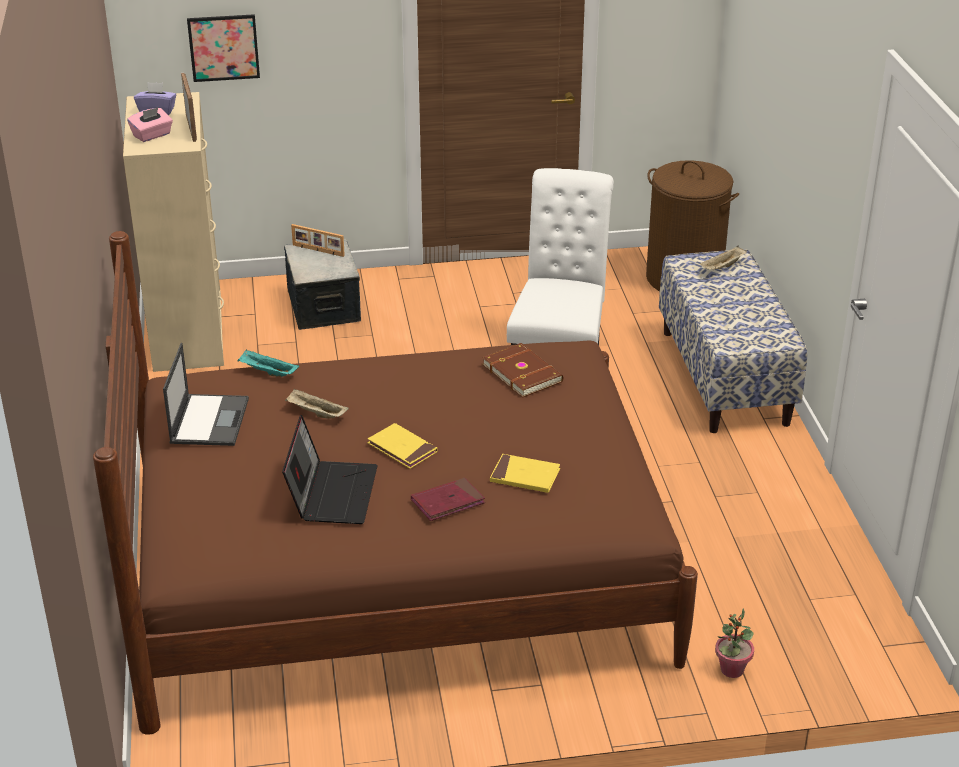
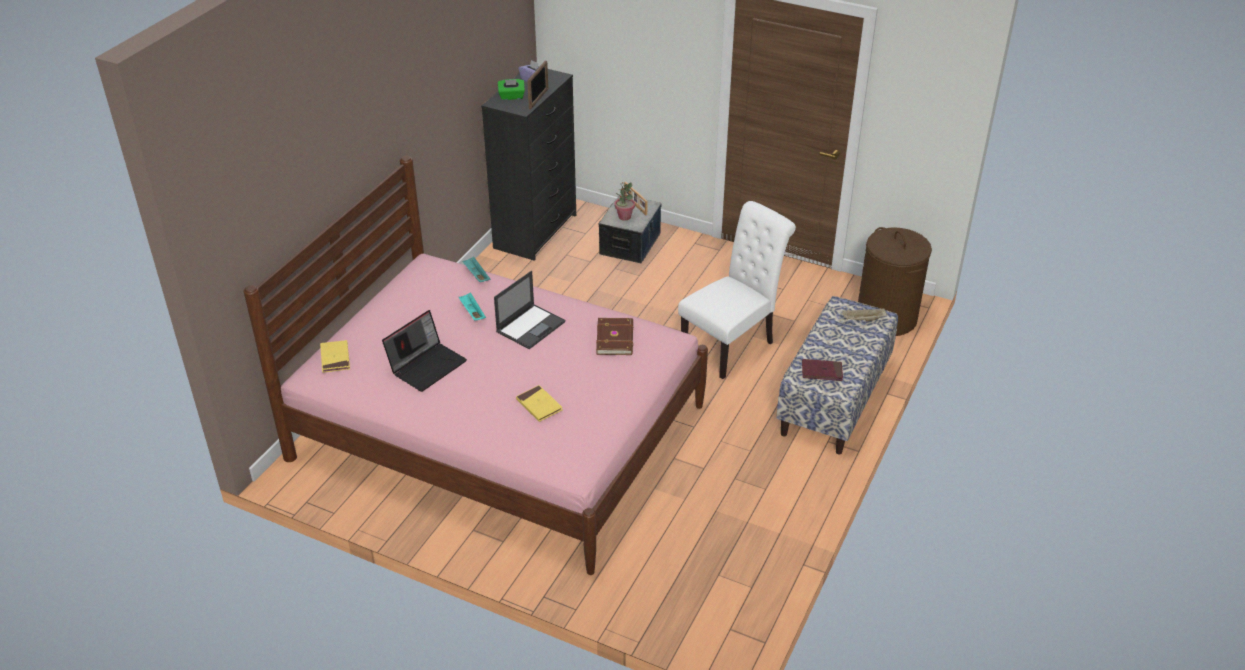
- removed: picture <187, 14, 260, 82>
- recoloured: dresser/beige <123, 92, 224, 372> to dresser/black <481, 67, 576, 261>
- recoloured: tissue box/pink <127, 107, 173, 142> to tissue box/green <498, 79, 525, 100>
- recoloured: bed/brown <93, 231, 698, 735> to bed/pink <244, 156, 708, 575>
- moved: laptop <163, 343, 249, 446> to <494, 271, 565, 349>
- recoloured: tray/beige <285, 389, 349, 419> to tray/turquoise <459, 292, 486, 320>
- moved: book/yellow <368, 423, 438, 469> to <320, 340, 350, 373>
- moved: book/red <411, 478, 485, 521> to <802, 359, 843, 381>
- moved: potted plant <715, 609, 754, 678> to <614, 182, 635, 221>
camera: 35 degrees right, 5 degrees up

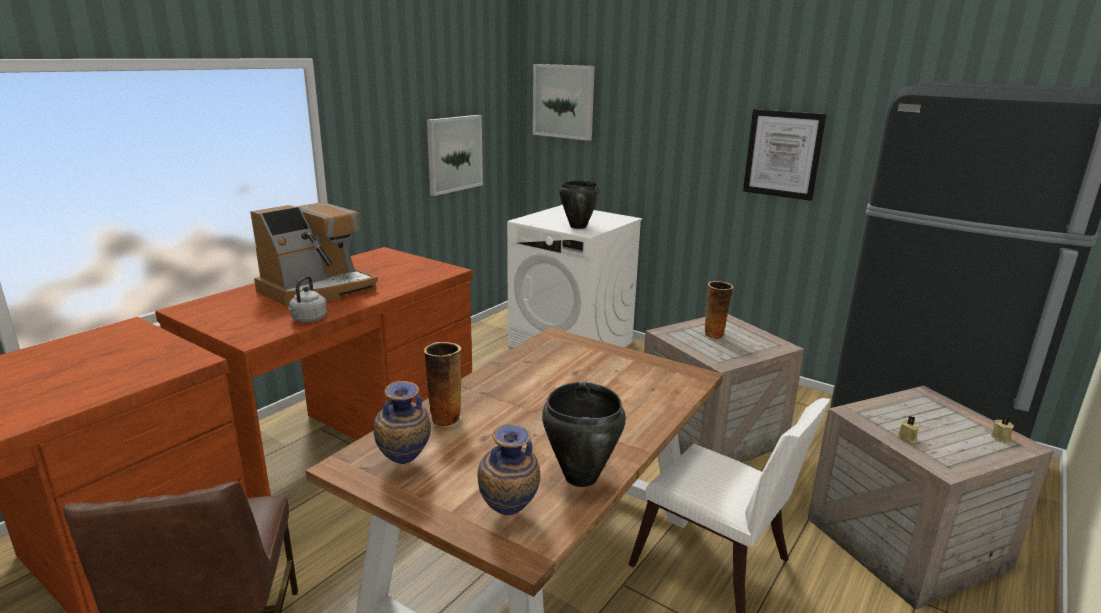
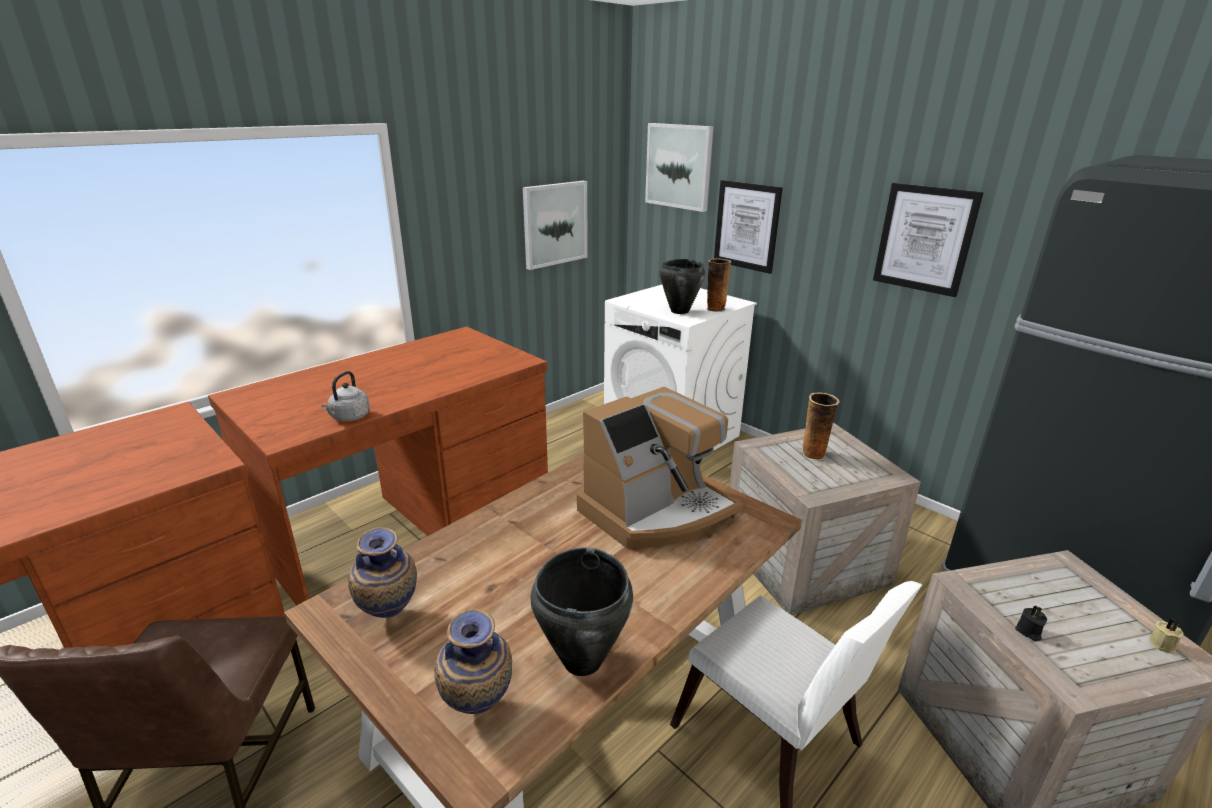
- moved: coffee machine <250, 202, 378, 306> to <577, 387, 743, 548>
- moved: vase <424, 342, 461, 427> to <707, 259, 731, 312>
- recoloured: candle/beige <897, 416, 920, 444> to candle/black <1015, 606, 1047, 641>
- added: picture <714, 180, 783, 274>
camera: 10 degrees right, 5 degrees up

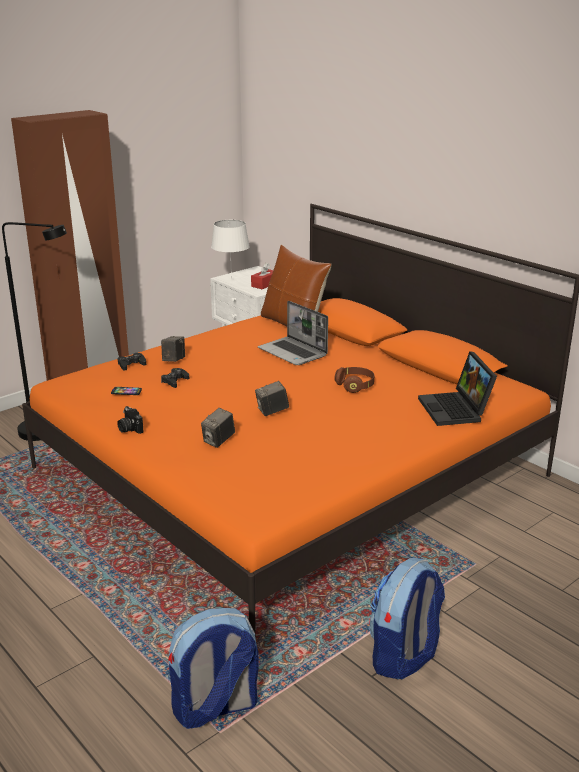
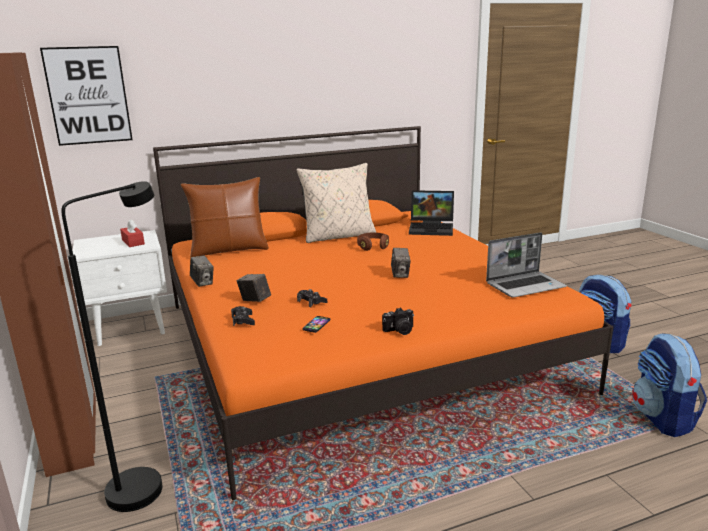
- removed: table lamp/white <211, 220, 250, 280>
- moved: laptop <258, 301, 328, 365> to <486, 232, 567, 297>
- moved: photo camera <201, 408, 235, 448> to <190, 255, 214, 287>
- added: picture <40, 46, 133, 146>
- added: pillow/beige <297, 163, 376, 243>
camera: 70 degrees left, 5 degrees down

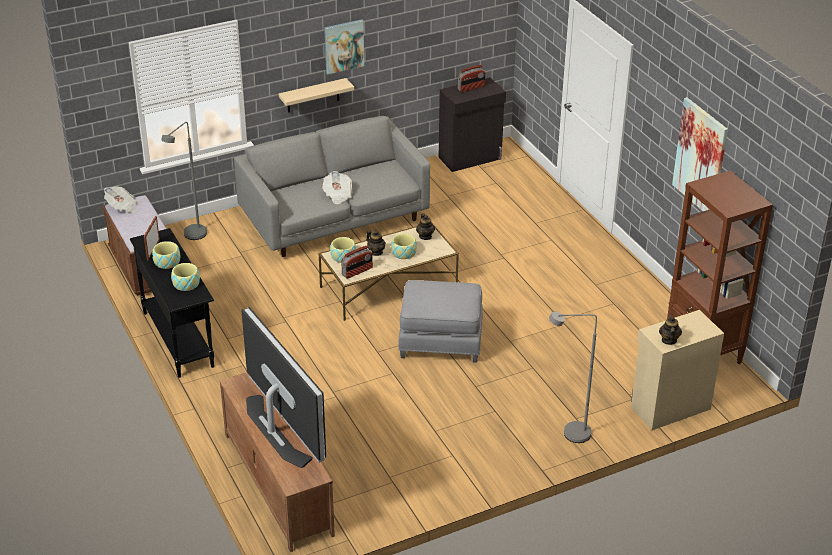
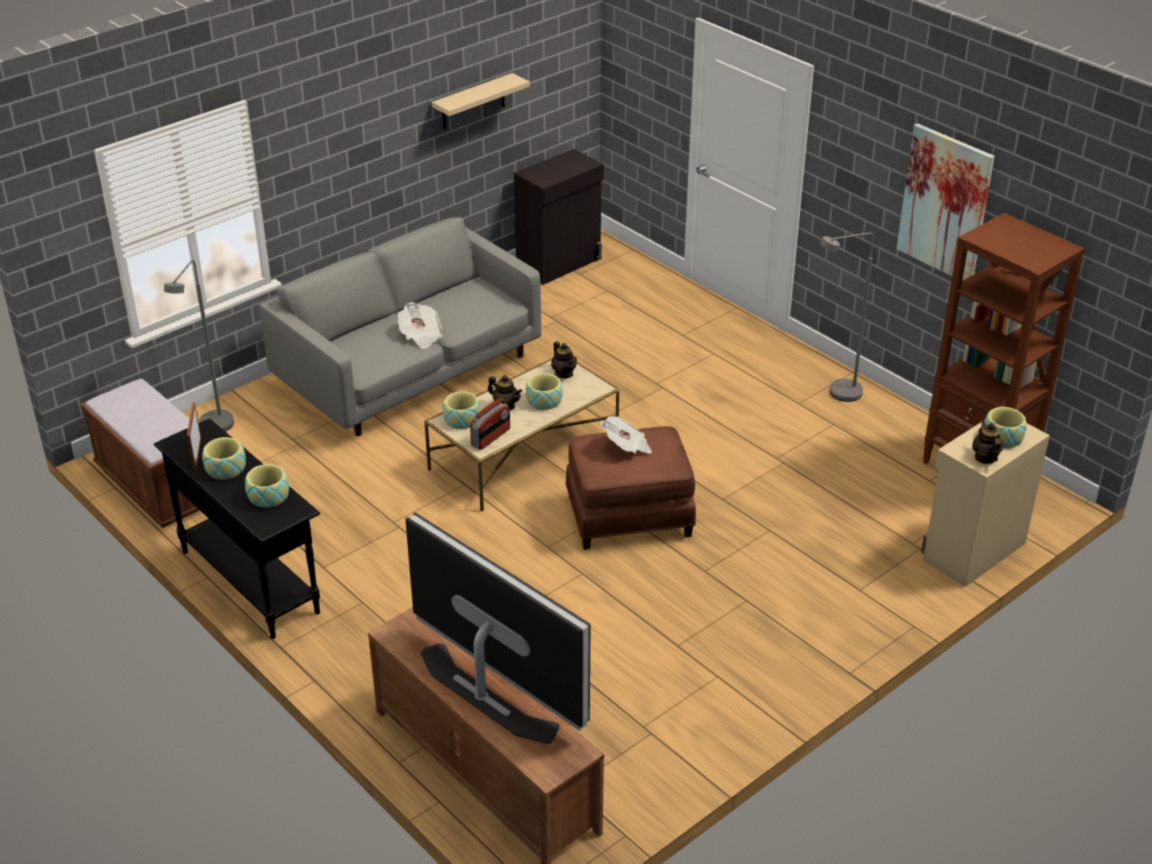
- removed: picture <324, 19, 364, 75>
- removed: radio <457, 65, 485, 93>
- moved: shelf/beige <279, 78, 354, 113> to <432, 73, 530, 129>
- moved: newspaper <104, 186, 137, 213> to <601, 416, 652, 454>
- recoloured: ottoman/grey <398, 280, 483, 363> to ottoman/brown <565, 426, 696, 550>
- moved: floor lamp/grey <549, 311, 597, 443> to <820, 233, 874, 402>
- added: bowl <985, 407, 1027, 448>
camera: 15 degrees left, 0 degrees up

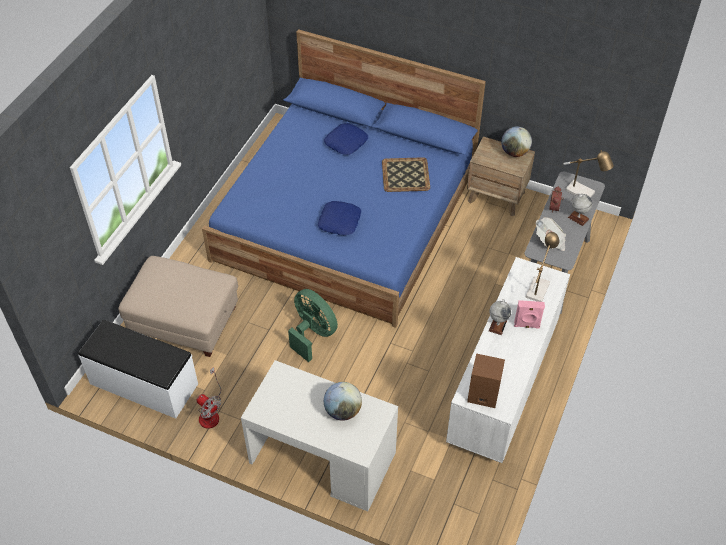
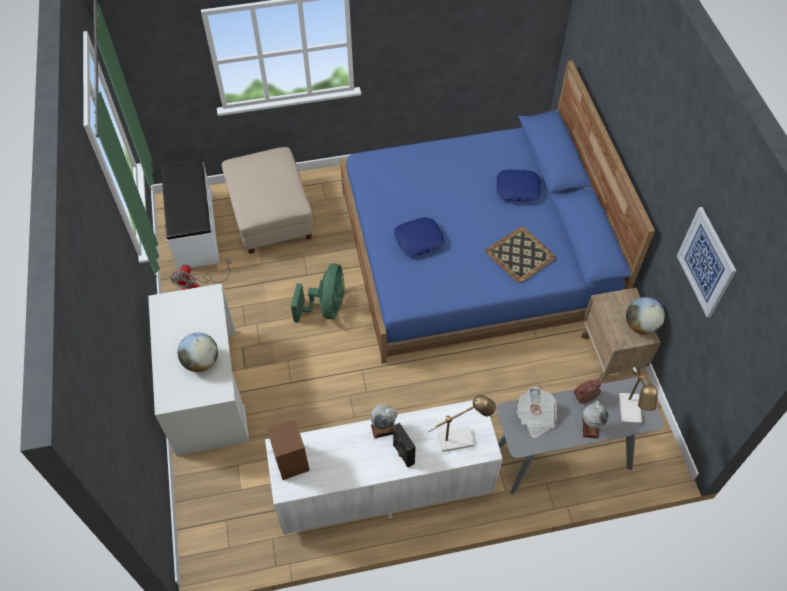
- recoloured: speaker/pink <514, 300, 545, 329> to speaker/black <393, 423, 416, 468>
- added: picture <677, 207, 736, 318>
camera: 55 degrees right, 5 degrees up

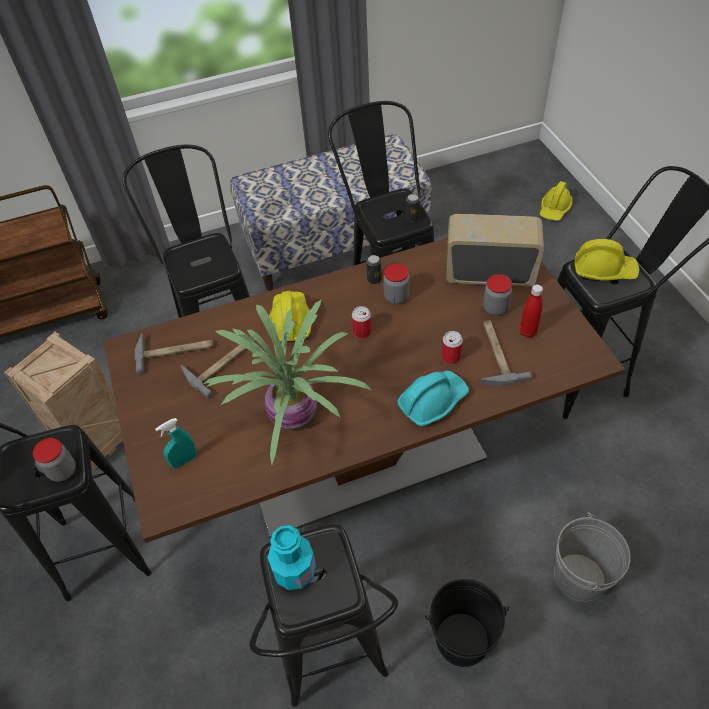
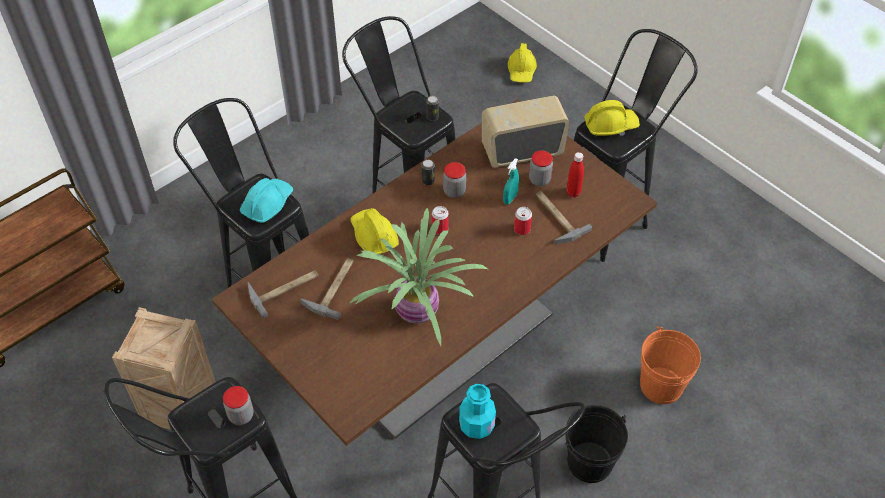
- removed: bench <230, 134, 432, 291>
- moved: hard hat/turquoise <397, 371, 469, 426> to <240, 178, 293, 223>
- moved: spray bottle/turquoise <155, 418, 197, 469> to <503, 158, 519, 205>
- recoloured: bucket/grey <554, 512, 630, 603> to bucket/orange <640, 327, 701, 404>
camera: 25 degrees left, 0 degrees up

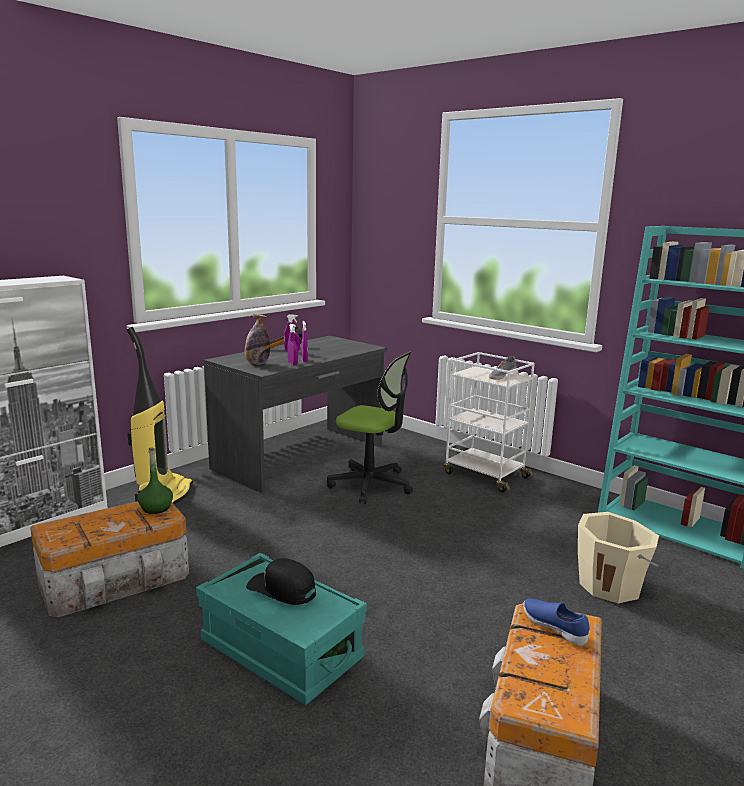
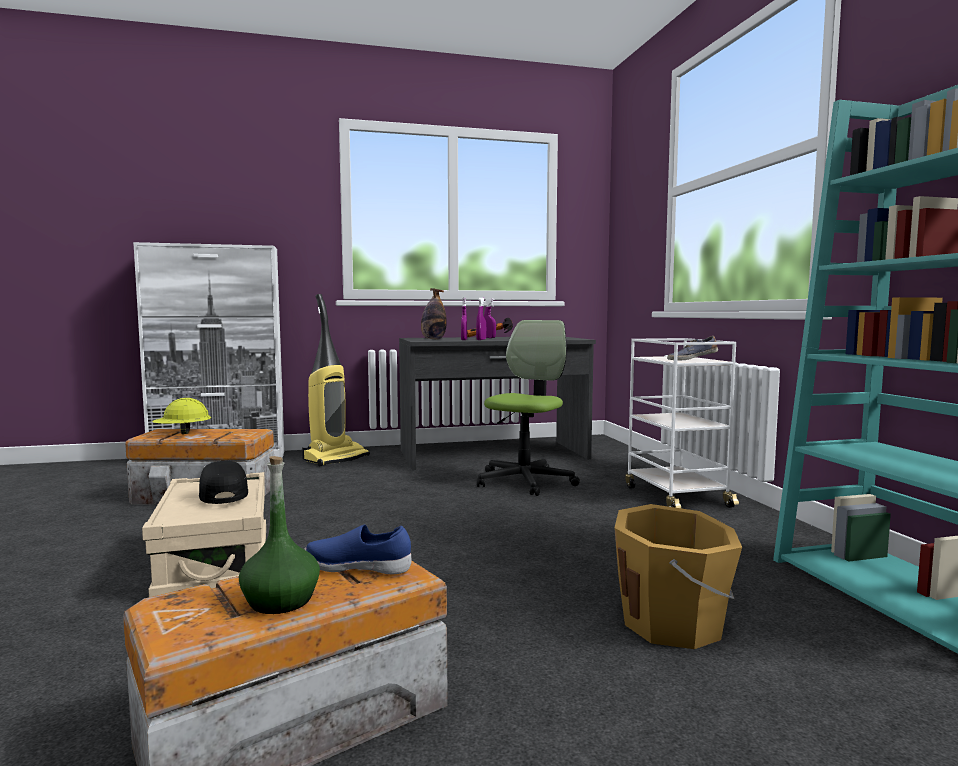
- turned: office chair <327, 352, 413, 504> = <477, 320, 580, 496> 120 degrees counterclockwise
- moved: bottle/green <137, 447, 173, 514> to <239, 456, 320, 614>
- recoloured: bucket/beige <578, 512, 659, 603> to bucket/orange <614, 504, 742, 649>
- recoloured: storage box/turquoise <196, 553, 367, 705> to storage box/beige <142, 472, 266, 597>
- turned: shoe/blue <523, 598, 589, 646> = <305, 525, 411, 574> 75 degrees counterclockwise
- added: hard hat/yellow <152, 398, 211, 434>
camera: 35 degrees right, 10 degrees down

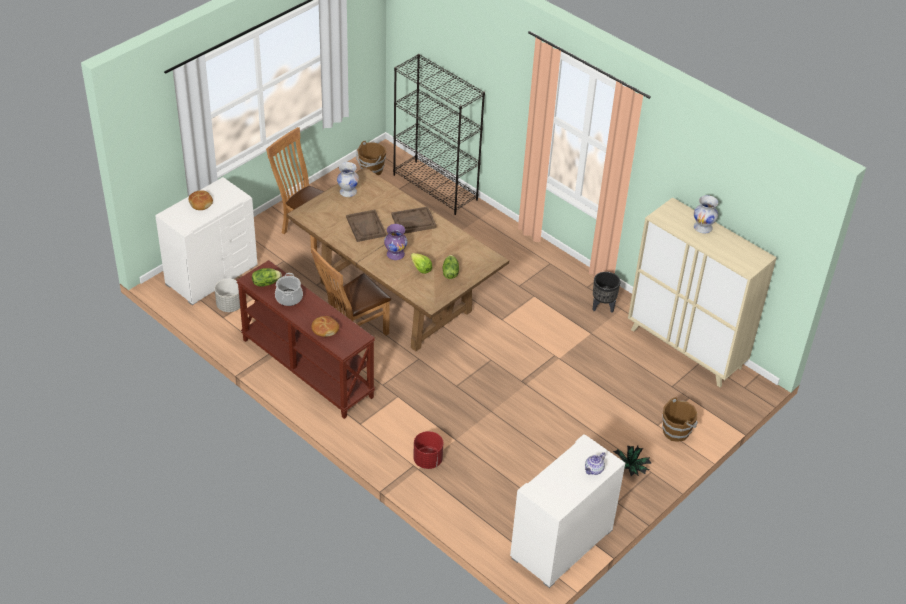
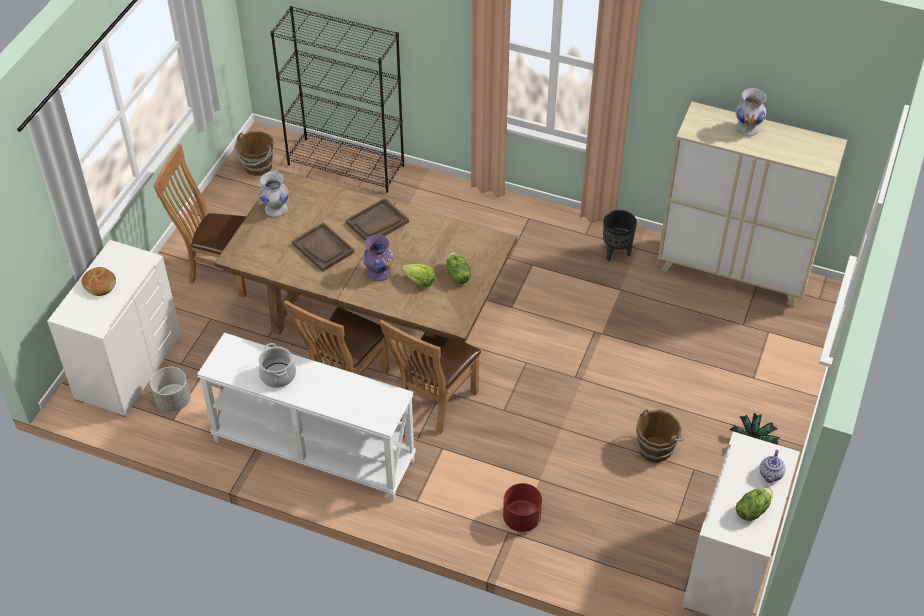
- recoloured: console table/brown <236, 260, 375, 419> to console table/white <197, 333, 416, 502>
- moved: lettuce <252, 268, 282, 287> to <736, 488, 773, 521>
- removed: bread <311, 316, 339, 337>
- moved: bucket/brown <662, 397, 698, 442> to <636, 409, 684, 463>
- added: chair/brown <380, 320, 481, 434>
camera: 20 degrees left, 5 degrees up

